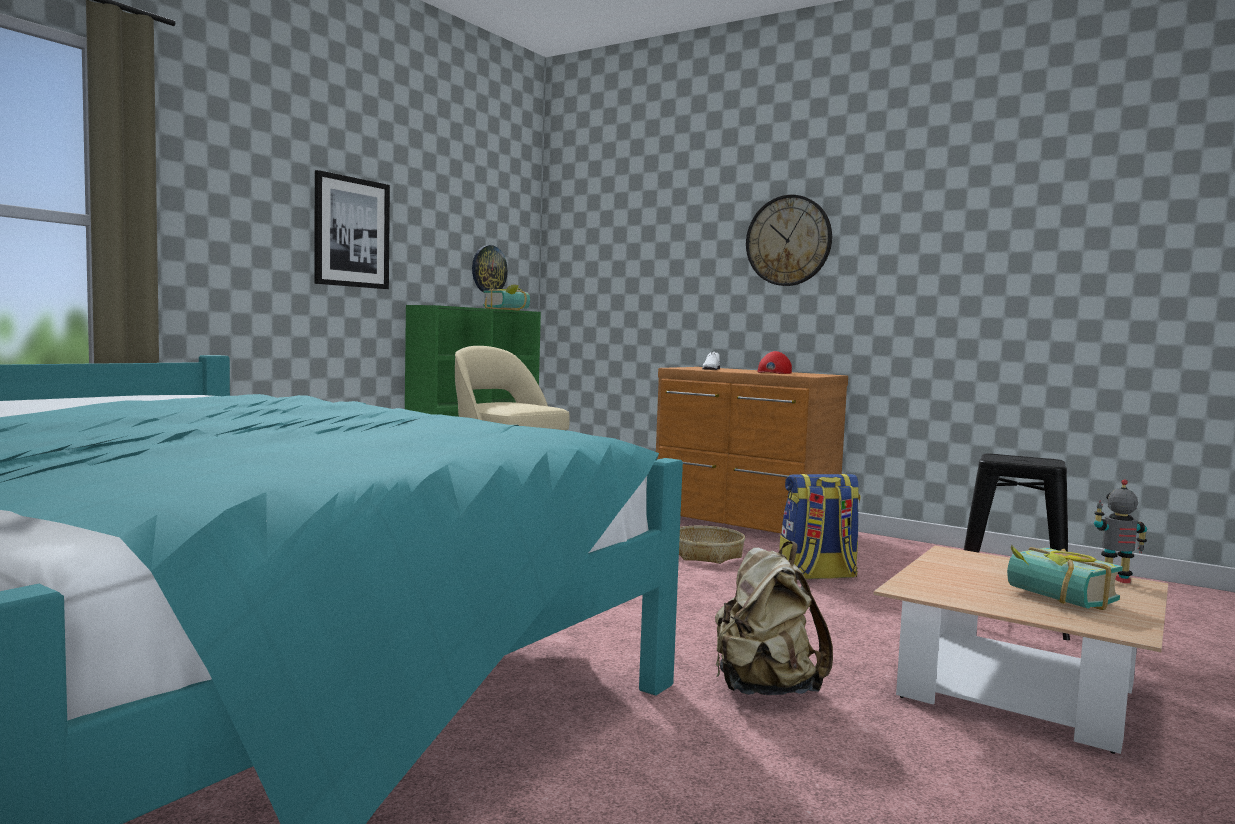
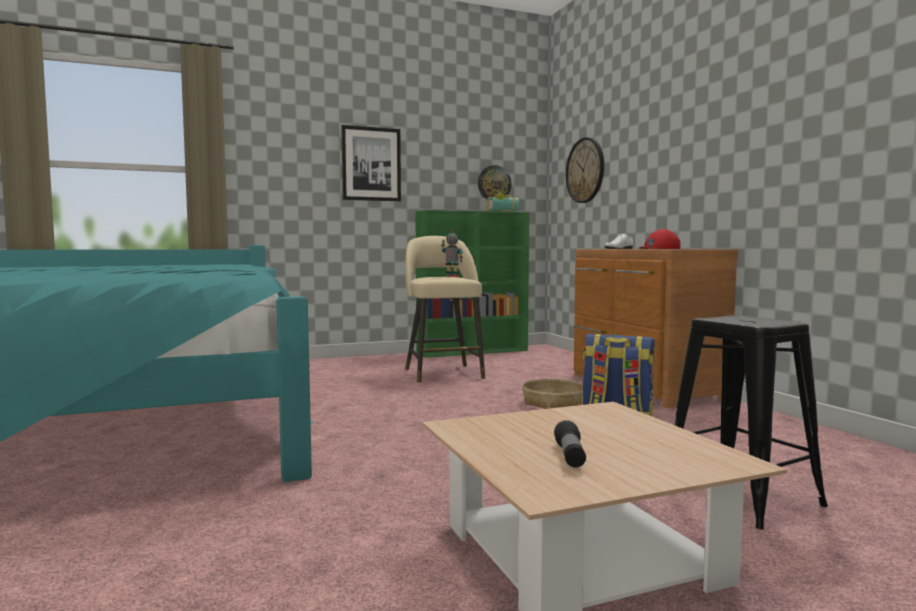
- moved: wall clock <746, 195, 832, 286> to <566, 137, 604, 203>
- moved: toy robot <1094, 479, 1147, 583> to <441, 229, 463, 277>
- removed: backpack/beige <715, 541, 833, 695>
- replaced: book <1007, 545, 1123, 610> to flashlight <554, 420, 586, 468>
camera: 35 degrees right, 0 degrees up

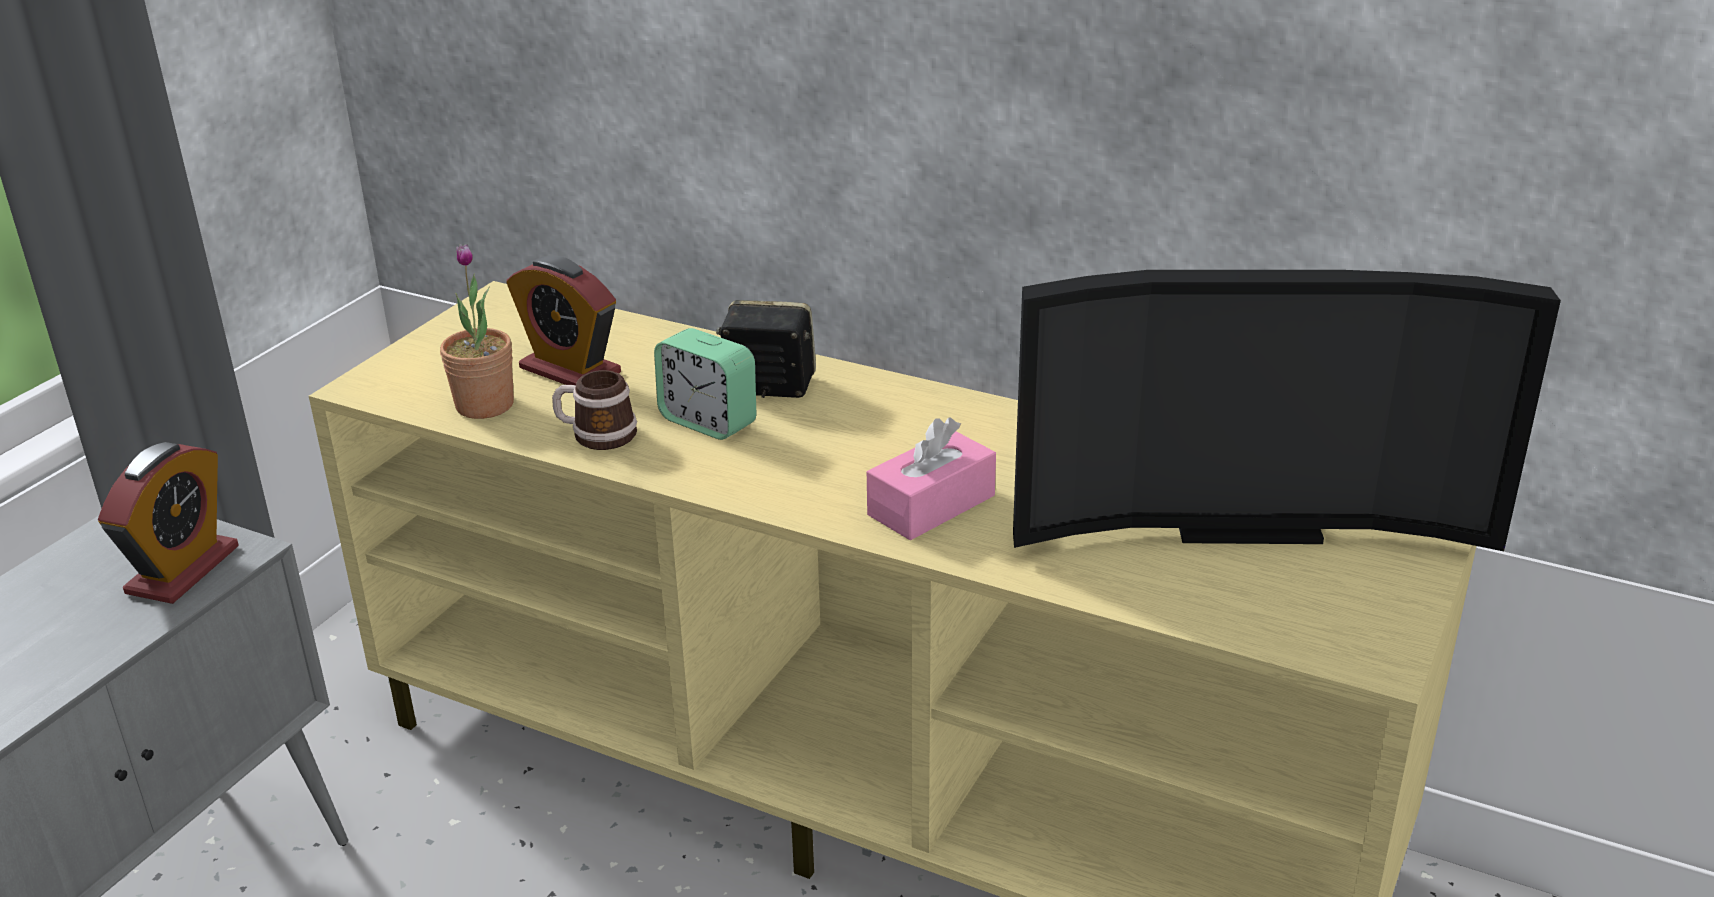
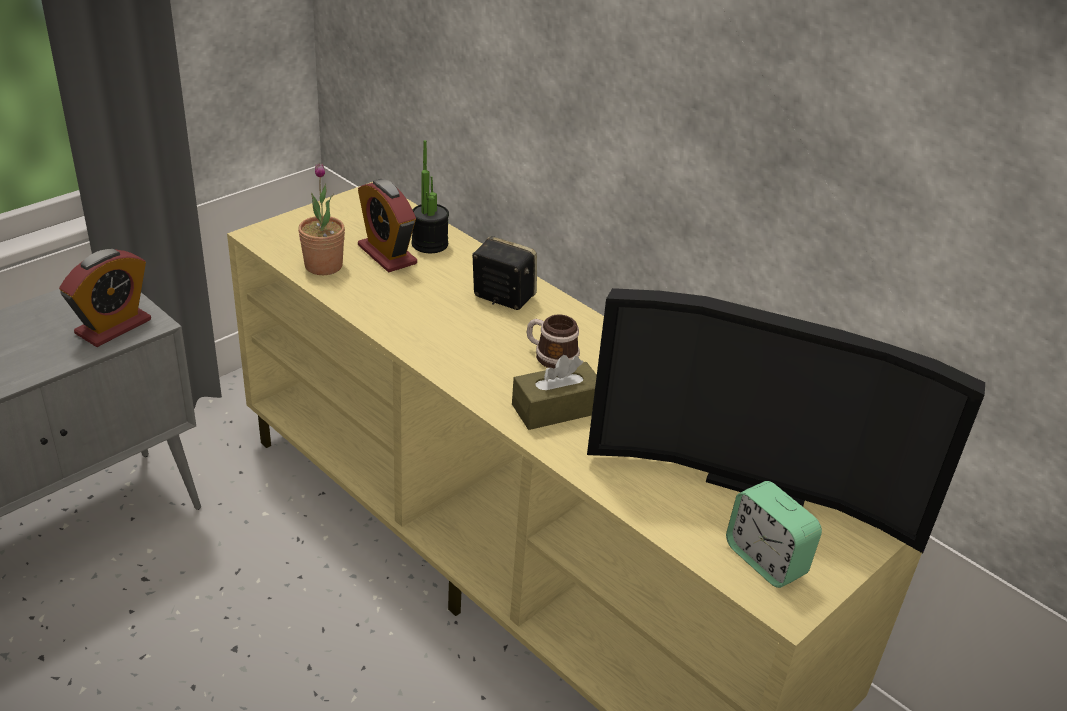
- moved: alarm clock <654, 328, 757, 440> to <726, 481, 822, 588>
- moved: mug <552, 370, 637, 450> to <527, 314, 580, 368>
- recoloured: tissue box/pink <867, 417, 996, 540> to tissue box/brown <512, 355, 597, 430>
- added: potted plant <411, 140, 449, 253>
camera: 15 degrees right, 5 degrees up

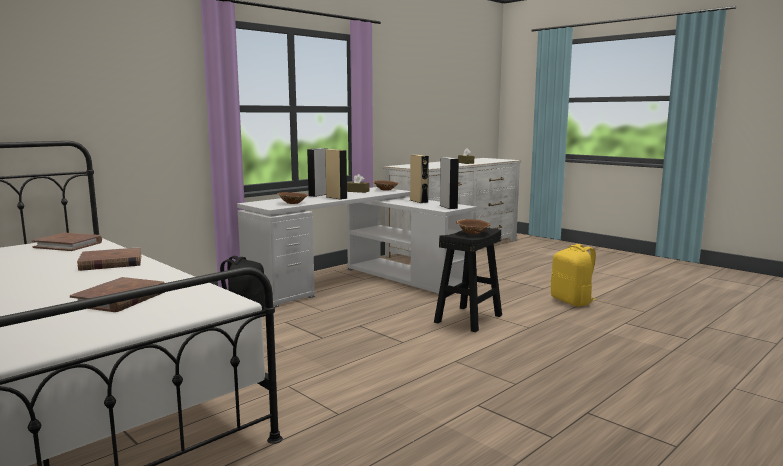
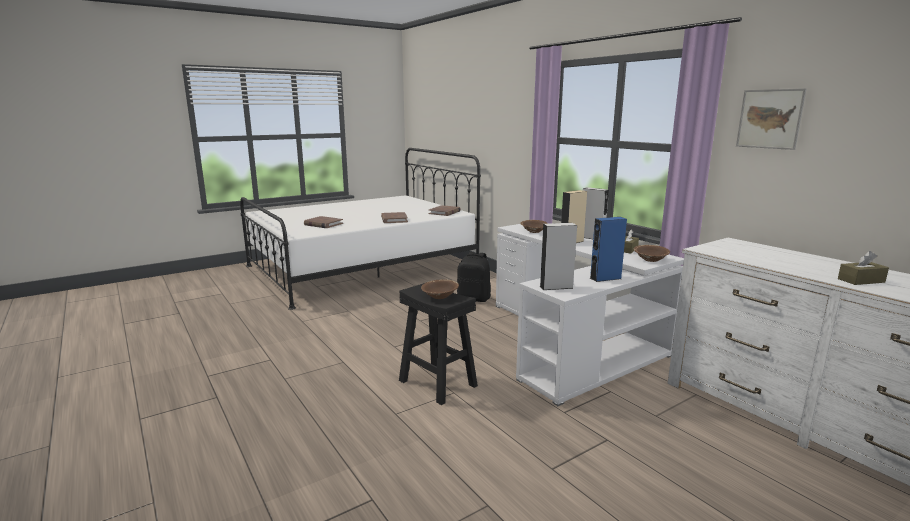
- recoloured: speaker/beige <410, 155, 429, 203> to speaker/blue <590, 217, 627, 282>
- removed: backpack/yellow <551, 244, 597, 307>
- added: picture <736, 88, 807, 150>
camera: 100 degrees right, 5 degrees up

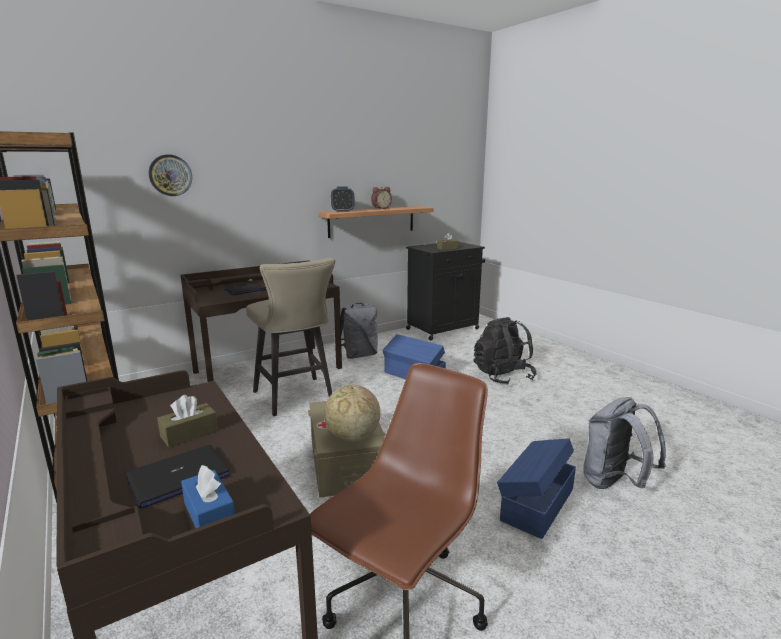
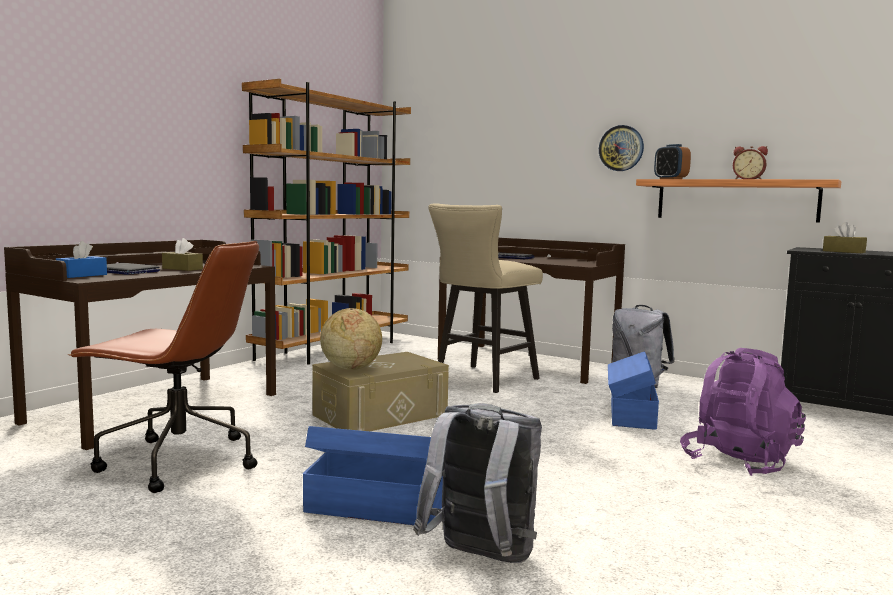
- moved: wall clock <149, 154, 192, 196> to <599, 125, 644, 171>
- recoloured: backpack/black <474, 317, 537, 384> to backpack/purple <680, 348, 806, 476>
camera: 65 degrees right, 10 degrees down

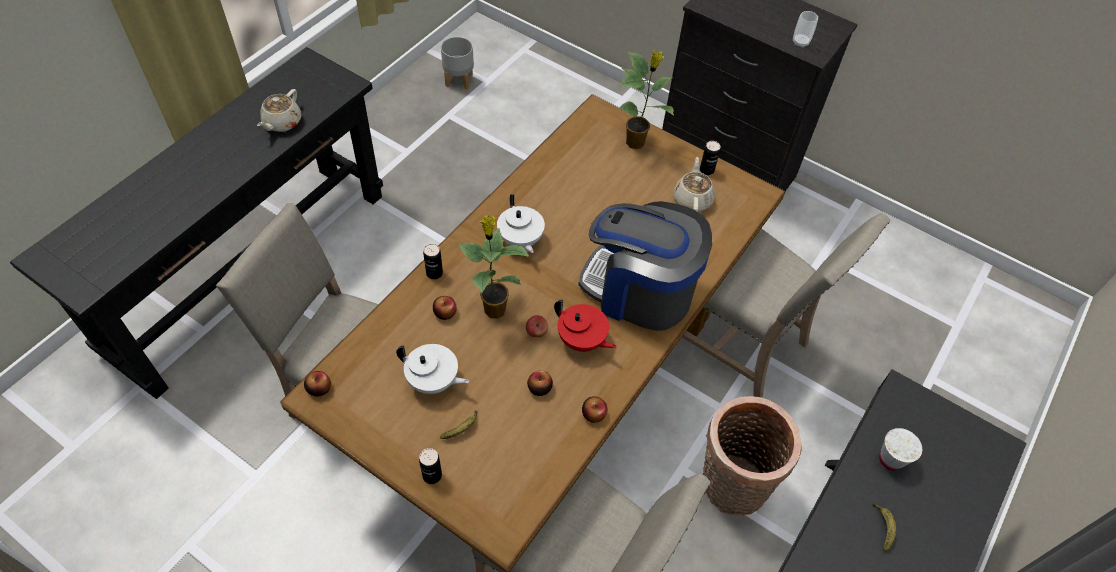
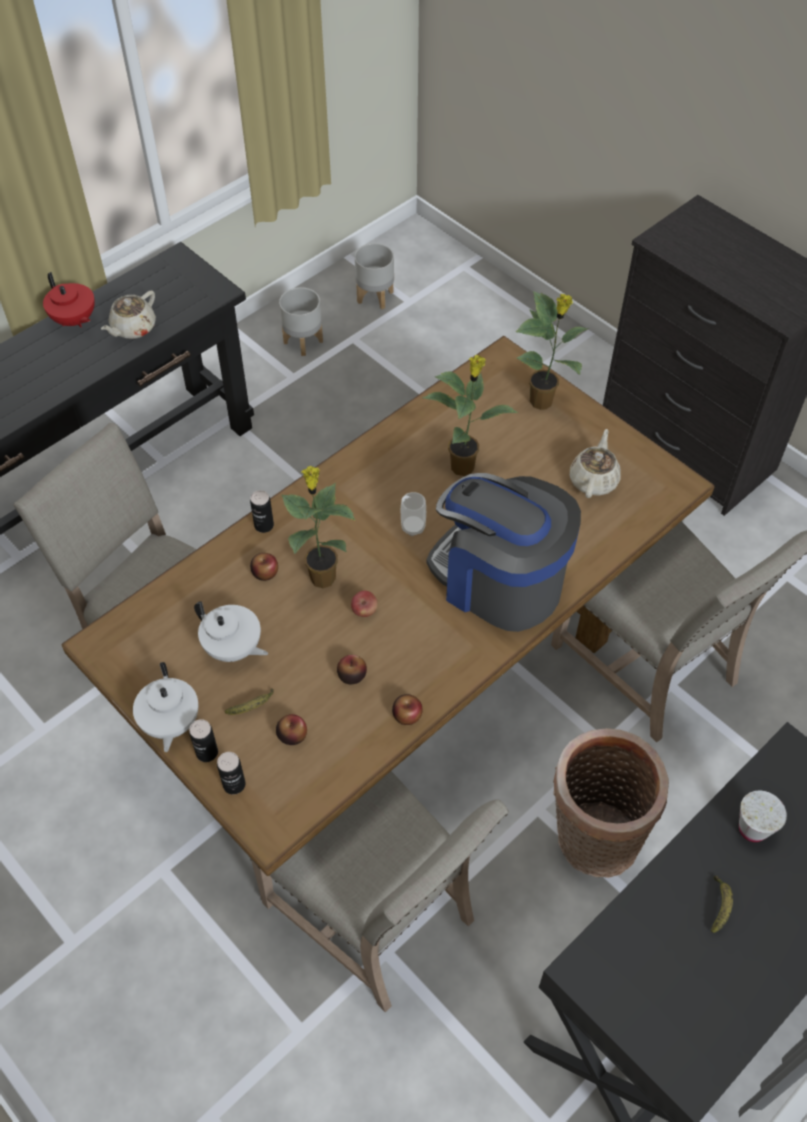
- moved: cup <793, 11, 818, 48> to <401, 492, 426, 536>
- moved: can <700, 141, 721, 175> to <217, 752, 245, 794>
- moved: teapot/white <497, 194, 545, 253> to <133, 662, 198, 752>
- moved: teapot/red <554, 300, 617, 352> to <43, 272, 95, 327>
- moved: apple <304, 371, 331, 396> to <276, 714, 307, 745>
- added: planter/grey <279, 287, 323, 356>
- added: potted plant <422, 355, 519, 476>
camera: 15 degrees right, 0 degrees up

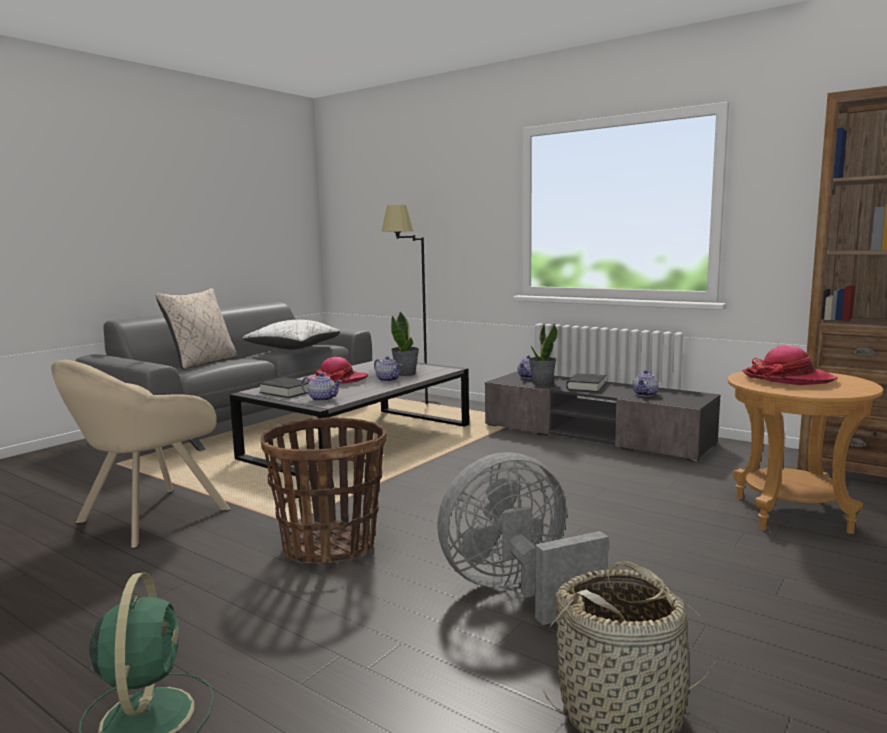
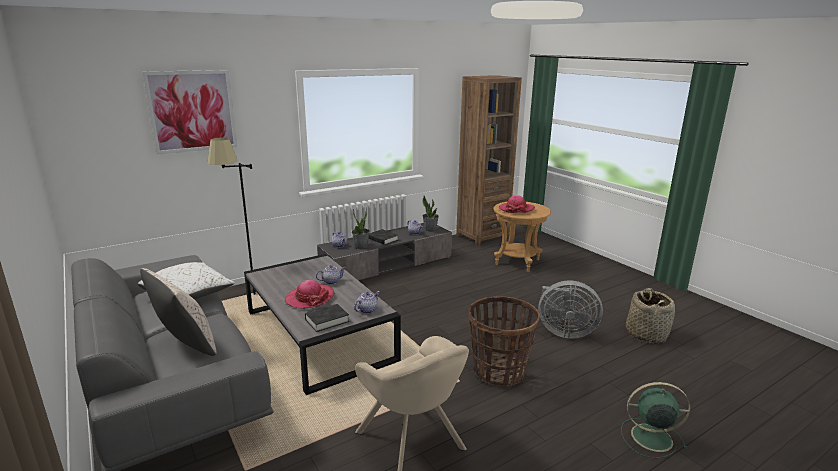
- moved: potted plant <391, 311, 419, 376> to <423, 196, 439, 232>
- turned: fan/grey <437, 452, 609, 625> = <538, 281, 603, 339> 75 degrees counterclockwise
- added: picture <142, 70, 238, 155>
camera: 70 degrees left, 10 degrees up

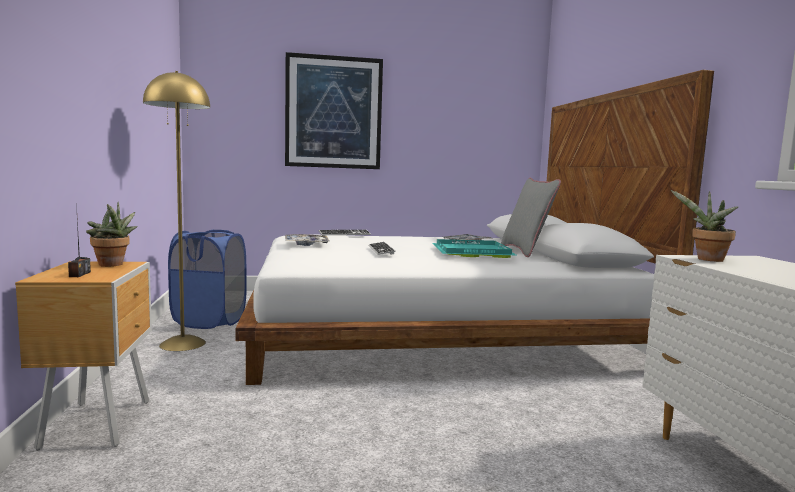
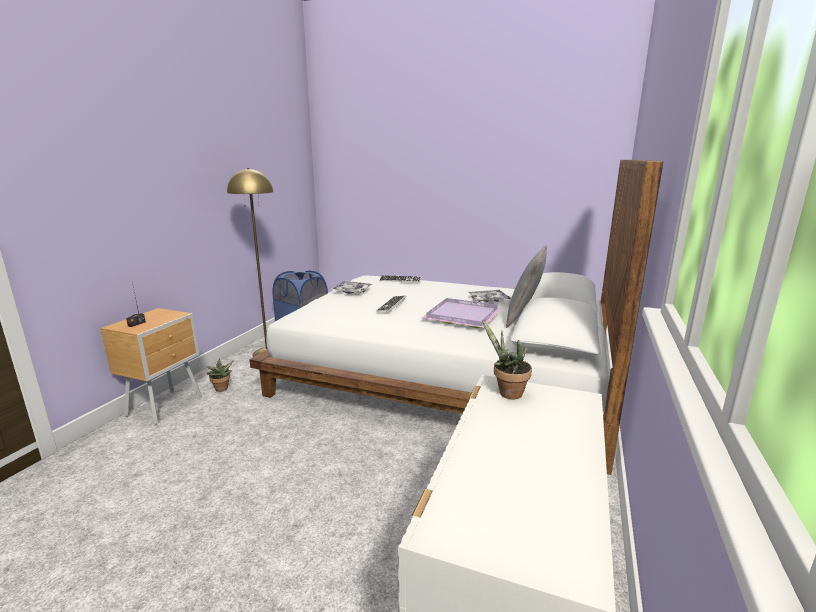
- removed: picture <285, 52, 383, 169>
- moved: potted plant <86, 202, 138, 267> to <207, 359, 234, 392>
- recoloured: tray/turquoise <432, 239, 516, 258> to tray/purple <422, 298, 502, 328>
camera: 30 degrees right, 10 degrees up

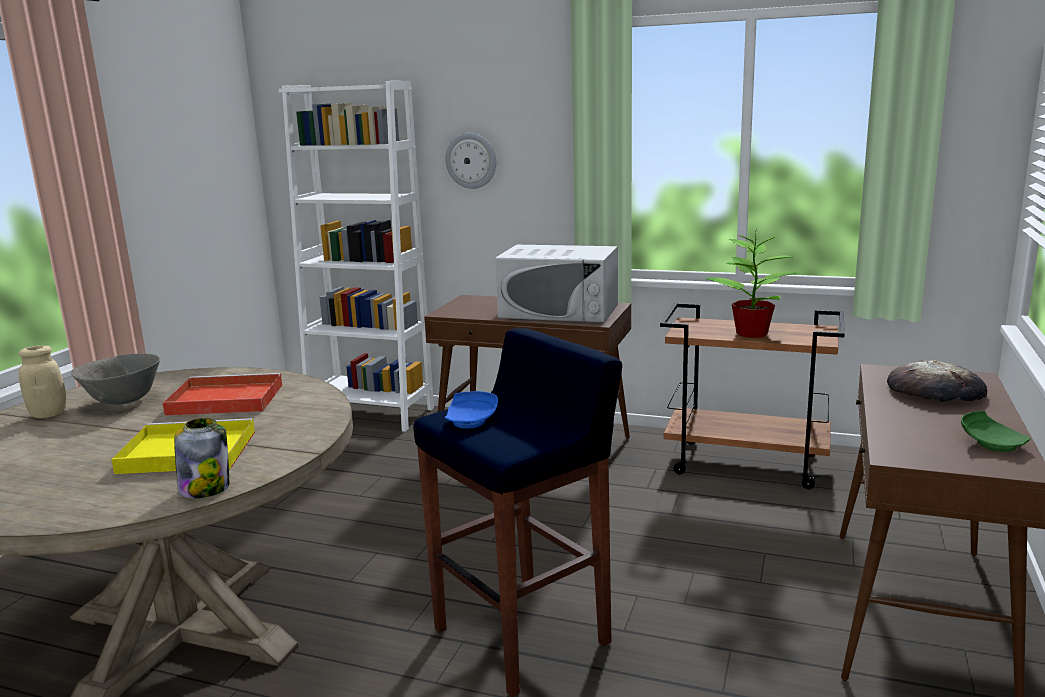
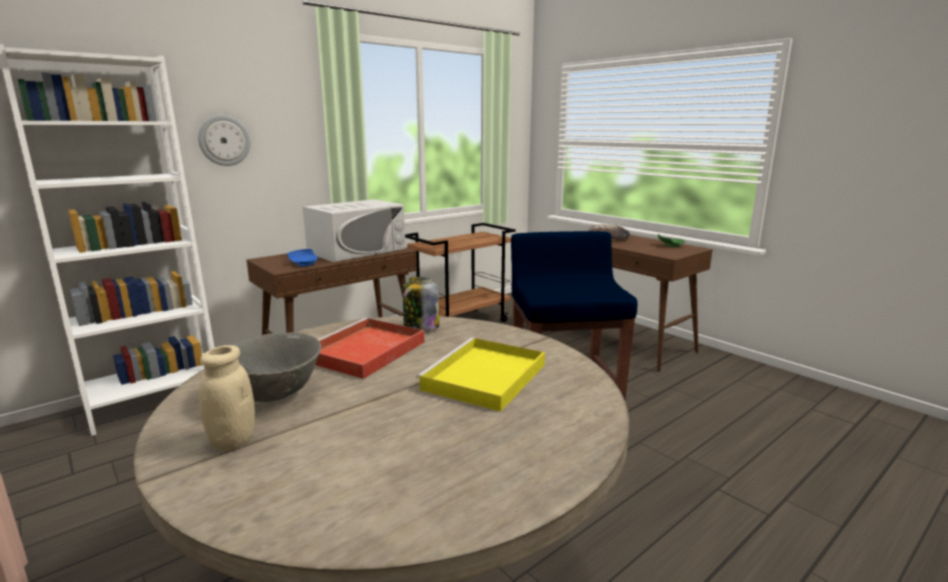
- removed: potted plant <705, 227, 800, 338>
- moved: plate/blue <444, 391, 498, 428> to <288, 249, 318, 266>
- moved: jar <174, 418, 230, 498> to <403, 277, 439, 331>
camera: 60 degrees left, 0 degrees up

